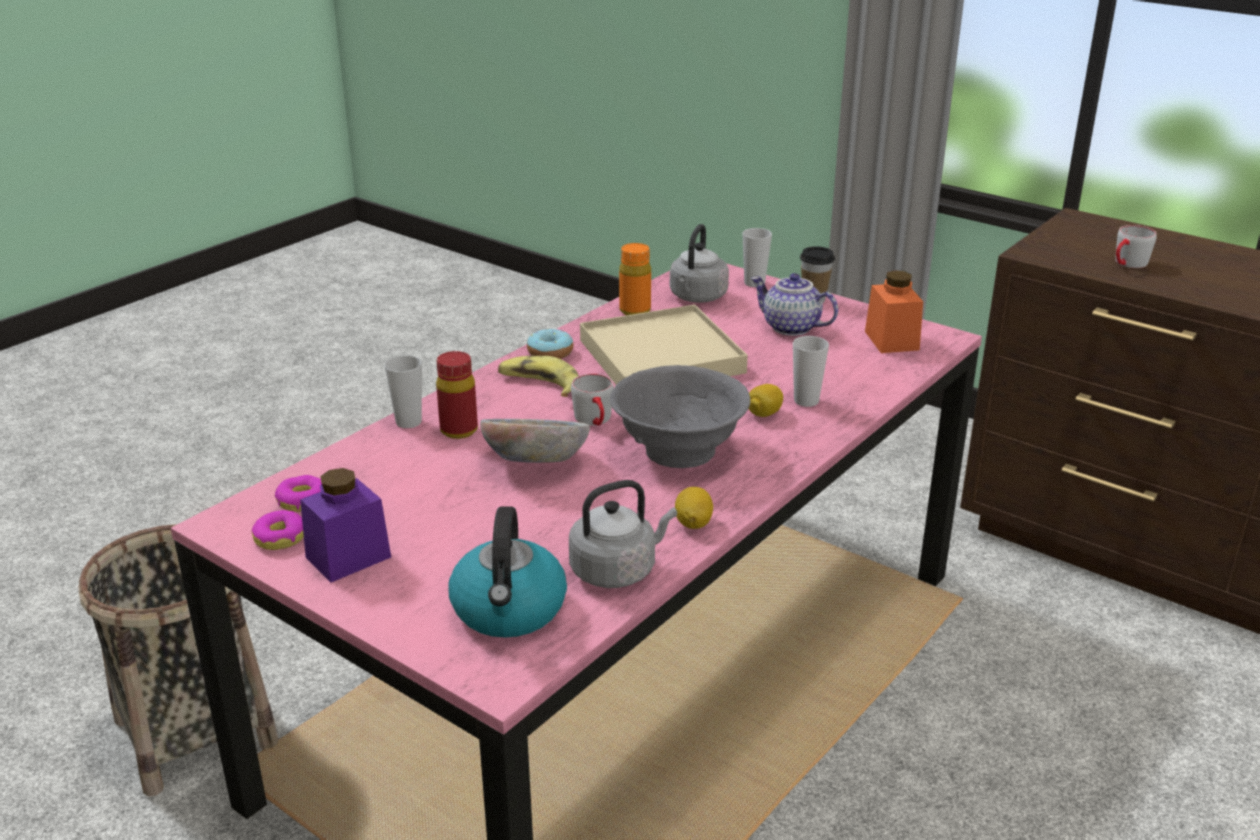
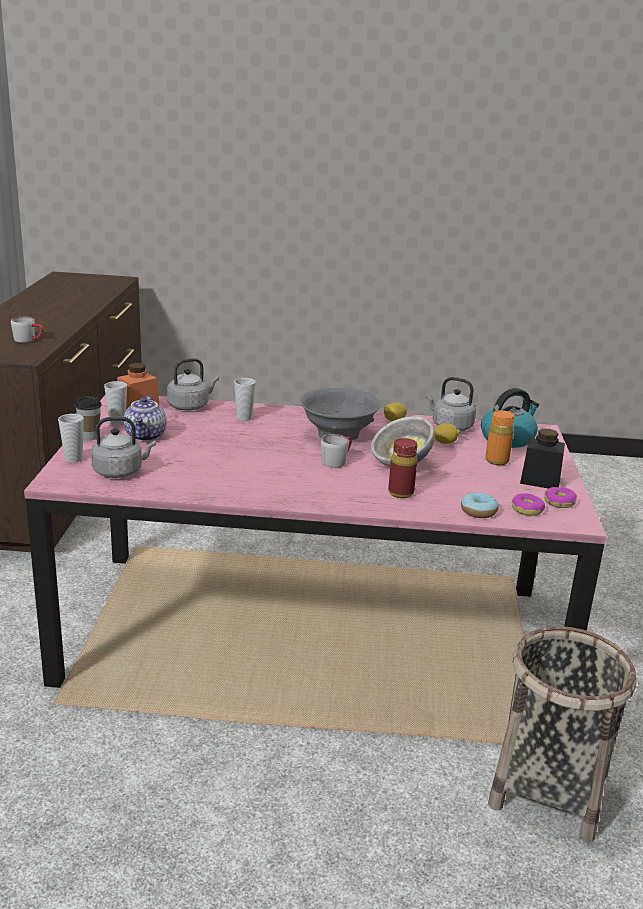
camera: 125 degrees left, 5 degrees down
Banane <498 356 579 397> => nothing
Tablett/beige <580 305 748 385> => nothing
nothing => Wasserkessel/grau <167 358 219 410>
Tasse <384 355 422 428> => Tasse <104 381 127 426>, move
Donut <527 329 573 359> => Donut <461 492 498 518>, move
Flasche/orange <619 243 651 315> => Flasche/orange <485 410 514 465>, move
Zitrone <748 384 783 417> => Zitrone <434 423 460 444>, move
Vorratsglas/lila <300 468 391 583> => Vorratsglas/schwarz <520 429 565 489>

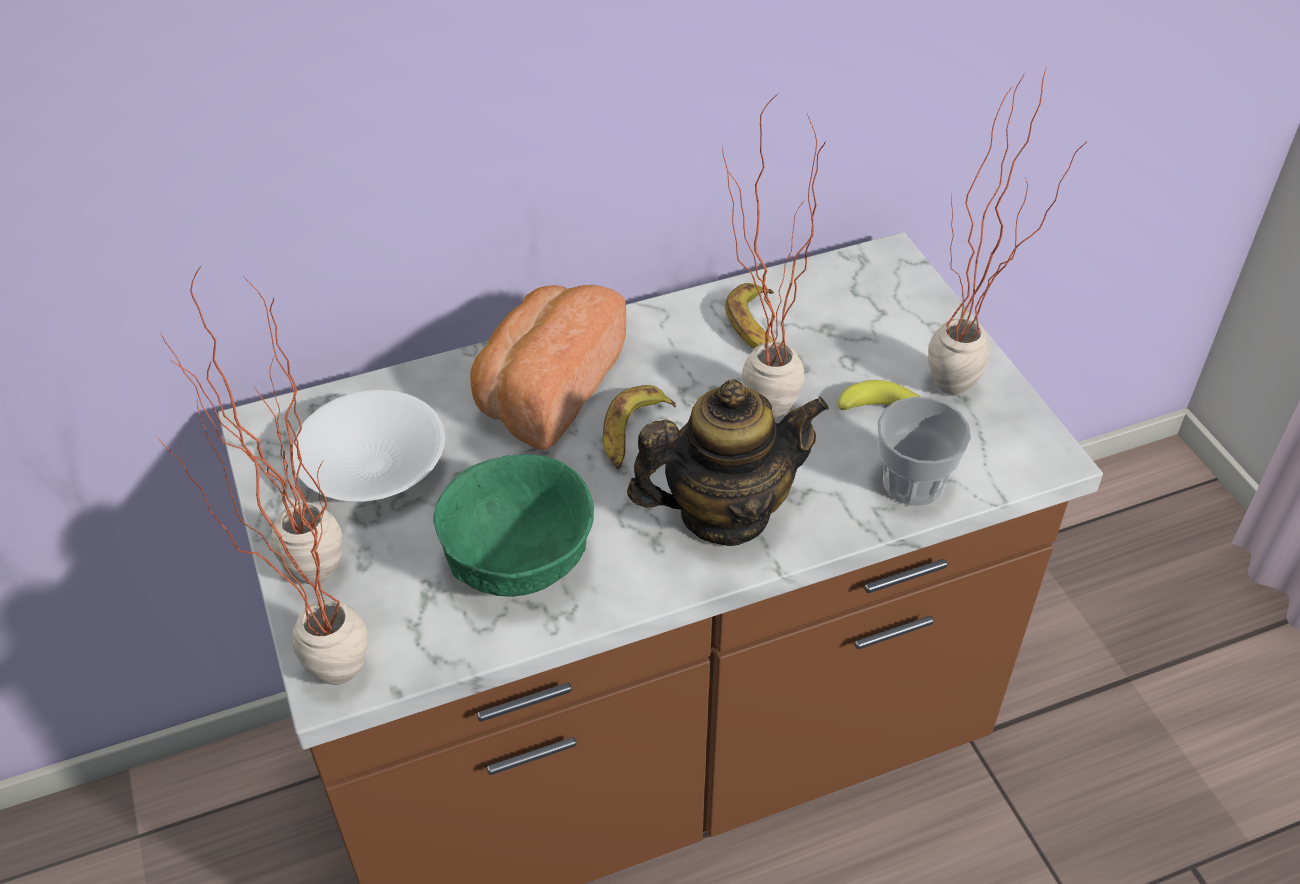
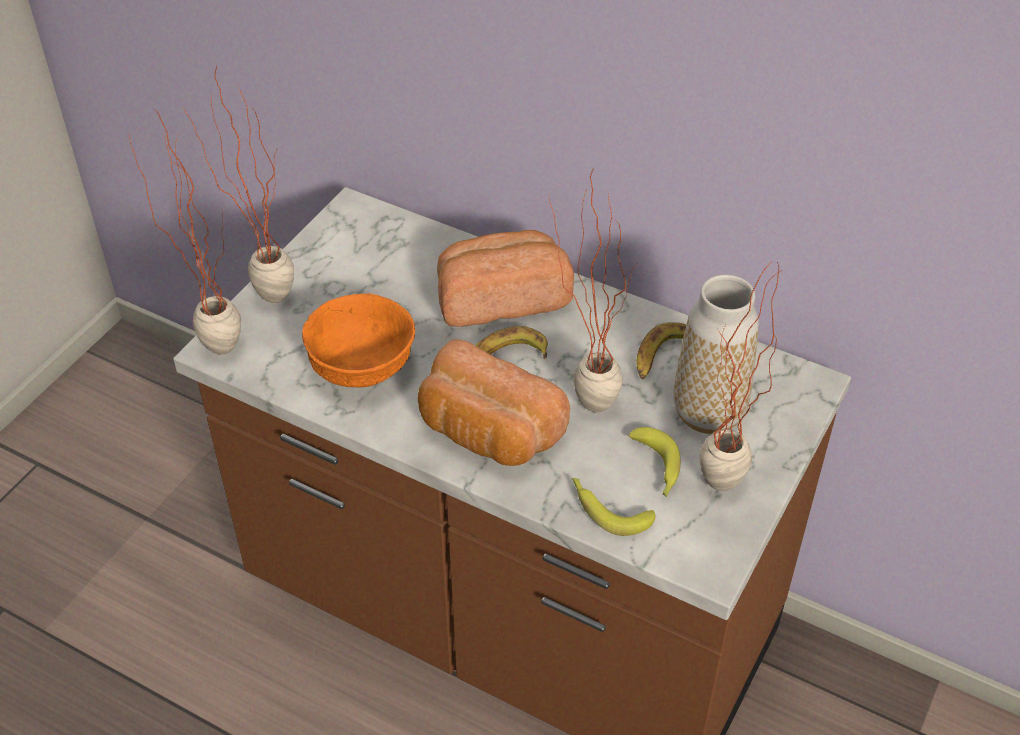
camera: 50 degrees right, 0 degrees up
Schüssel/weiß <293 390 445 502> => nothing
nothing => Vase <673 274 759 434>
Teekanne <627 379 829 546> => Brot <418 339 570 466>
Tasse <878 397 971 506> => Banane <572 478 656 536>
Schüssel/grün <433 454 594 597> => Schüssel/orange <302 293 415 387>

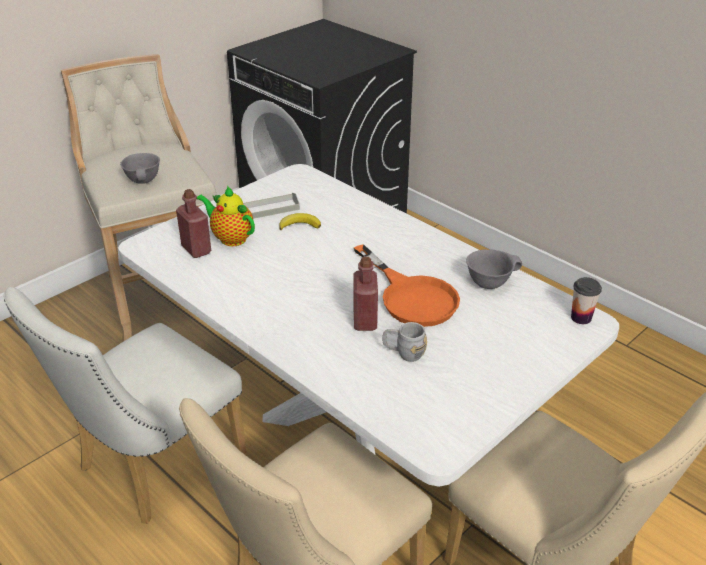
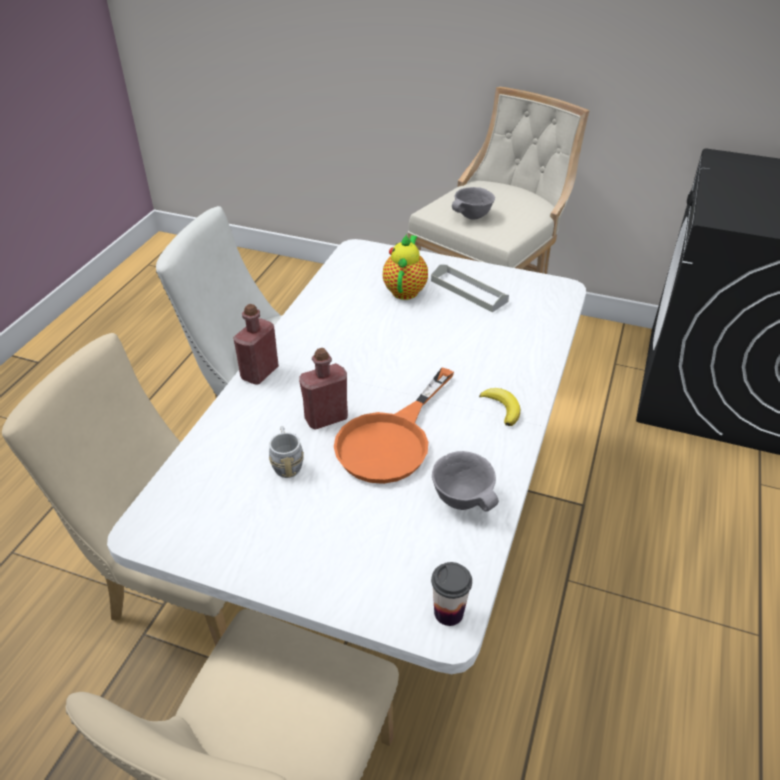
camera: 65 degrees right, 5 degrees up
Flasche/rot <176 189 211 258> => Flasche/rot <233 304 279 385>, move
Banane <279 213 321 230> => Banane <479 388 520 426>, move

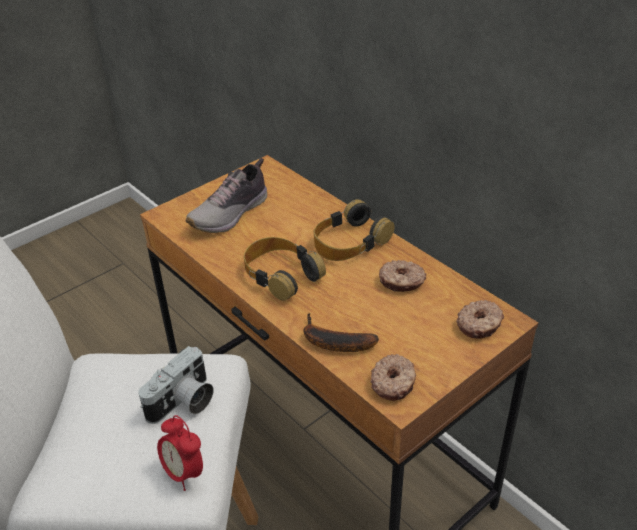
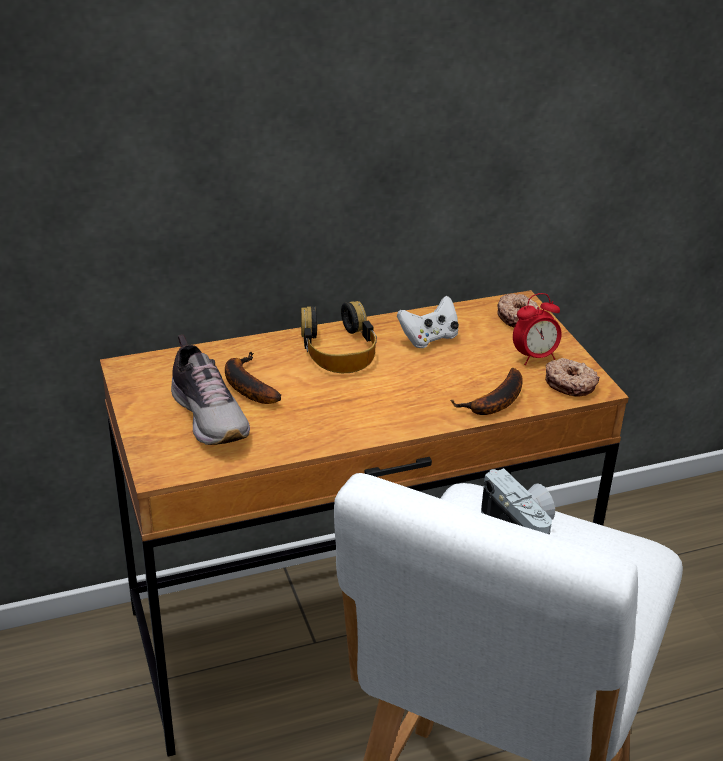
camera: 70 degrees left, 5 degrees down
Kopfhörer <244 237 326 301> => nothing
nothing => Banane <225 352 281 404>
Wecker <157 415 203 491> => Wecker <513 293 562 365>, move
Donut <379 260 426 292> => Gamepad/weiß <397 295 459 348>

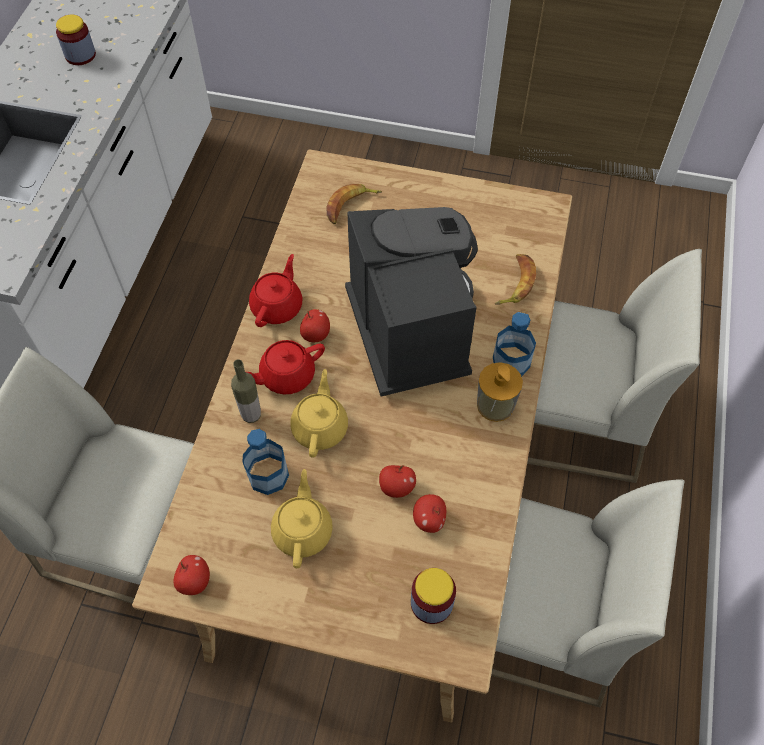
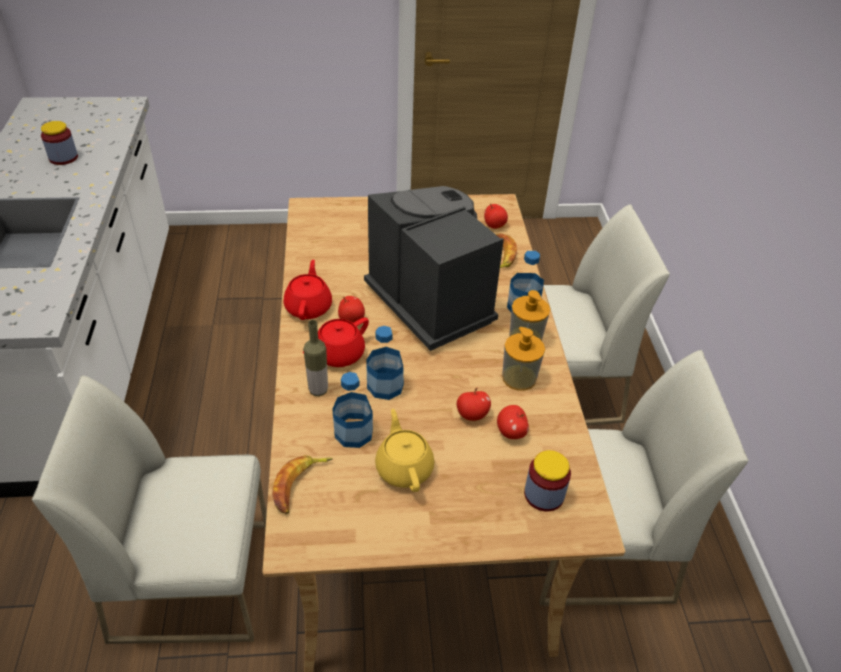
camera: 20 degrees left, 15 degrees down
nothing => Seifenspender <502 327 545 391>
Apfel <173 555 210 595> => Apfel <484 203 508 229>, move
Banane <327 184 382 224> => Banane <272 455 333 514>, move
Teekanne/gelb <290 369 348 458> => Flasche <366 326 404 400>

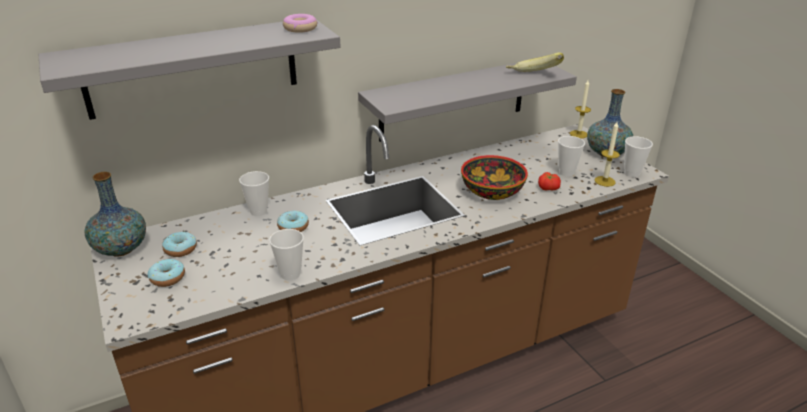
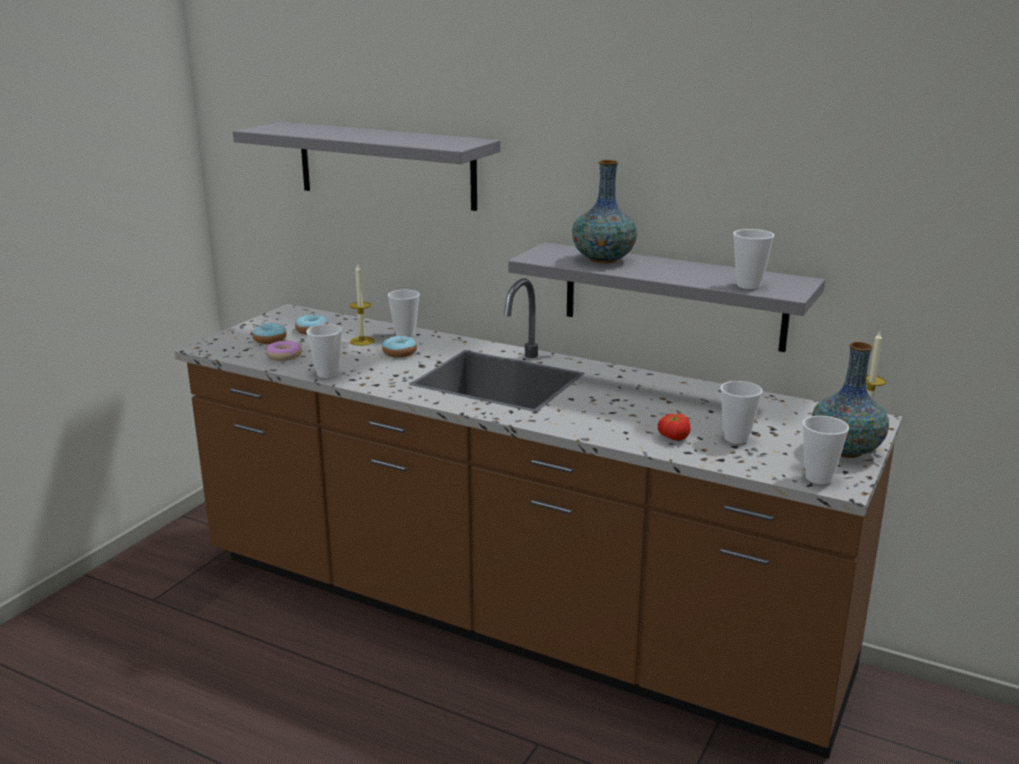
camera: 55 degrees right, 10 degrees down
Schüssel <461 155 528 200> => nothing
Vase <84 172 146 256> => Vase <572 160 637 263>, move
Donut <283 14 318 33> => Donut <266 341 302 361>, move
Kerze <595 122 620 187> => Kerze <350 265 375 346>, move
Banane <506 52 564 72> => Tasse <733 229 774 289>

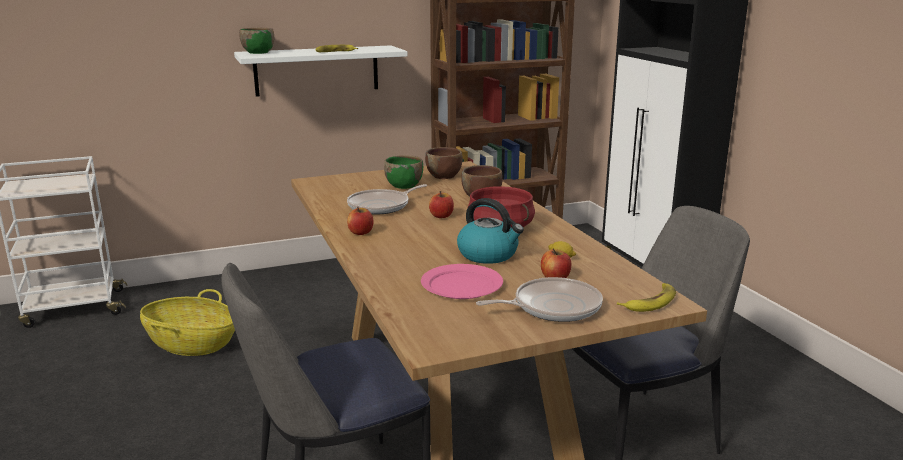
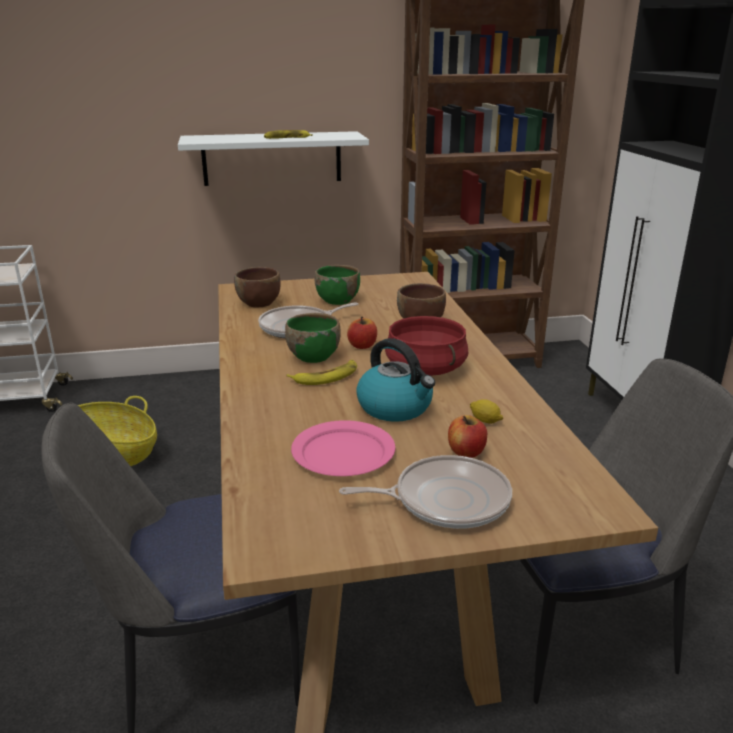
camera: 10 degrees right, 5 degrees up
Apfel <347 207 374 235> => nothing
Schüssel/grün <239 28 274 54> => Schüssel/grün <285 313 341 363>, move
Schüssel/braun <425 147 463 179> => Schüssel/braun <234 267 281 307>, move
Banane <617 283 676 312> => Banane <286 360 357 385>, move

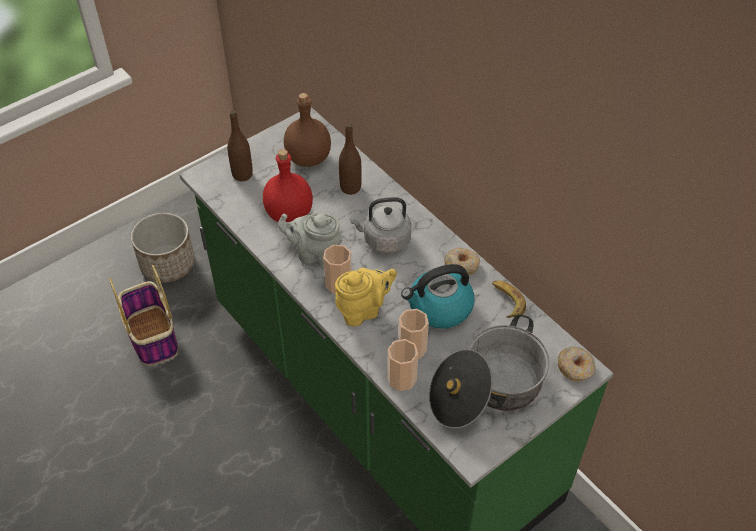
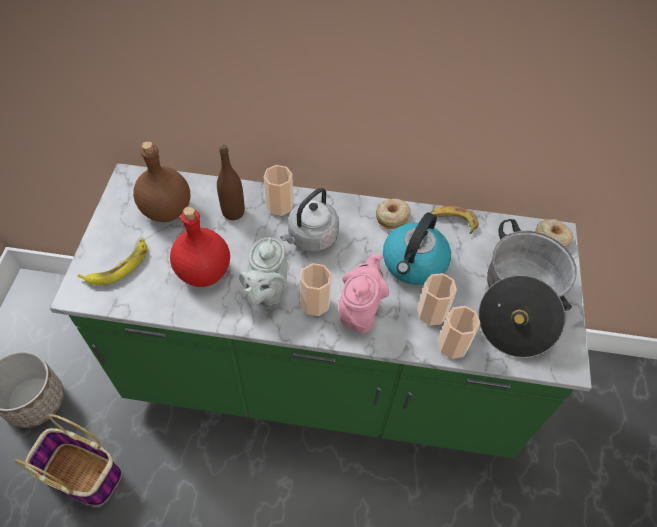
camera: 45 degrees left, 5 degrees up
nothing => Tasse <264 165 293 216>
Flasche/braun <227 110 253 181> => Banane <77 238 147 285>
Teekanne/gelb <335 268 397 326> => Teekanne/rosa <339 254 389 334>
Teekanne/grau <278 213 342 267> => Teekanne/grau <239 237 288 308>, 45 degrees counterclockwise

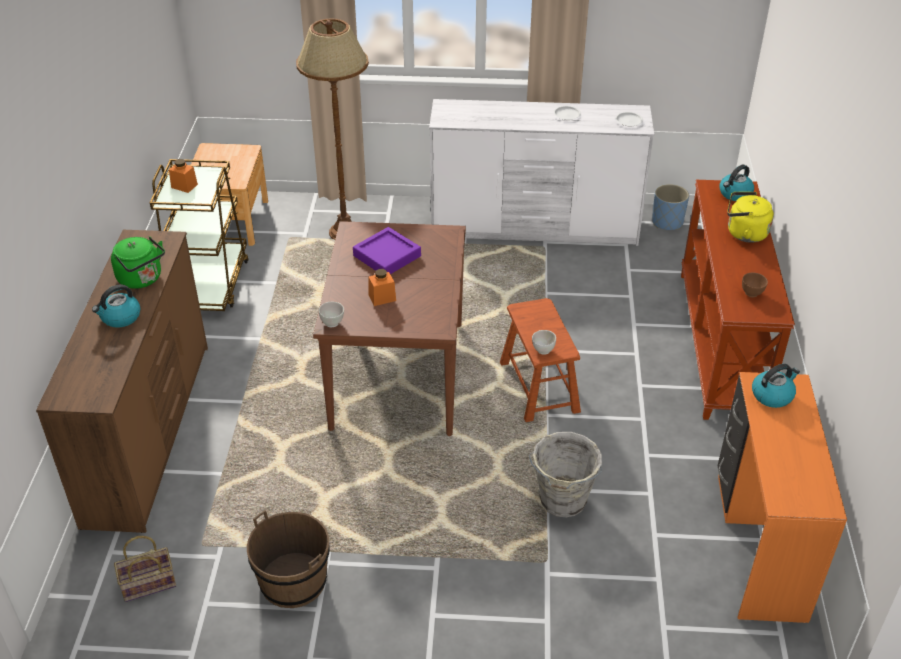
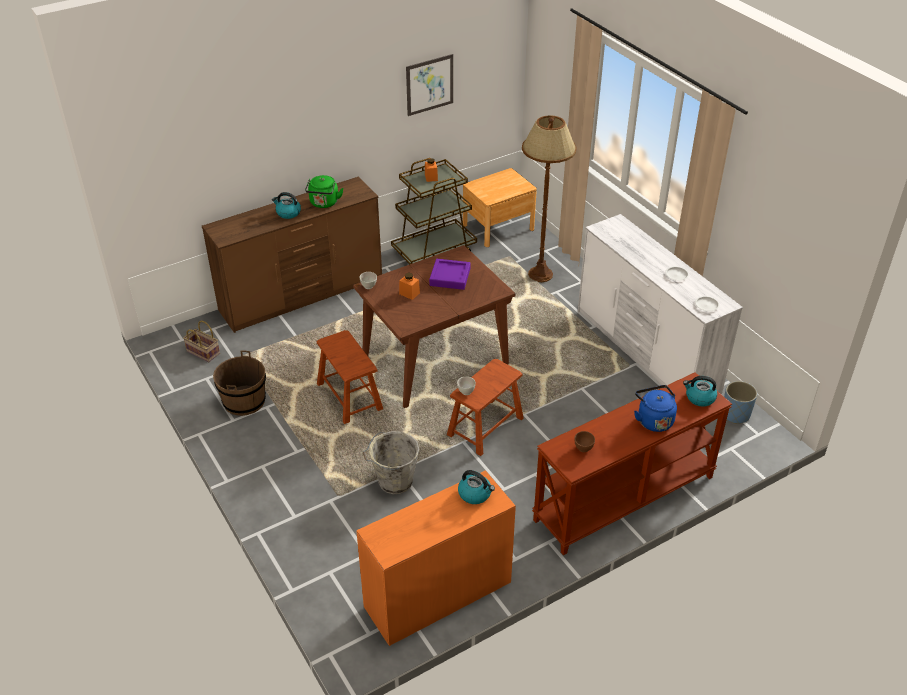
camera: 55 degrees right, 0 degrees up
nothing => Hocker/braun <317 330 383 424>
nothing => Bild <406 54 453 116>
Wasserkessel/gelb <727 192 774 243> => Wasserkessel/blau <634 385 677 432>

